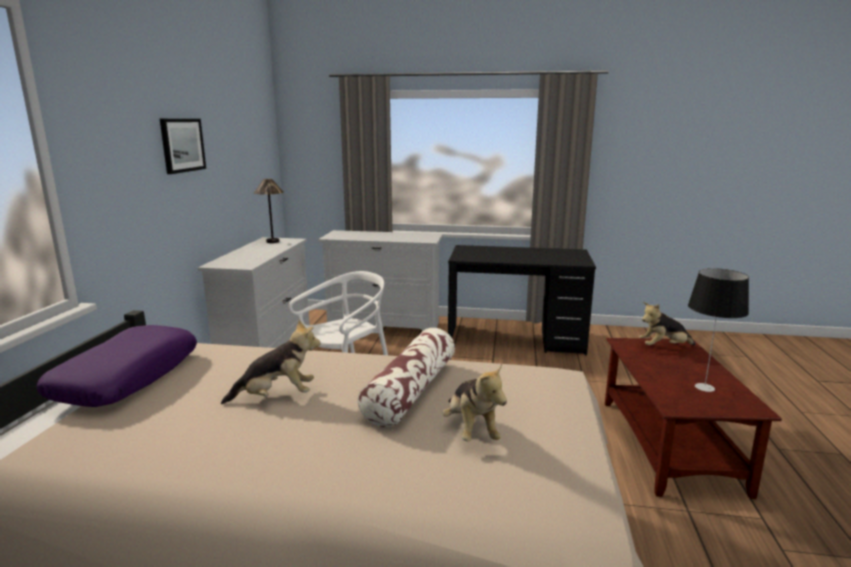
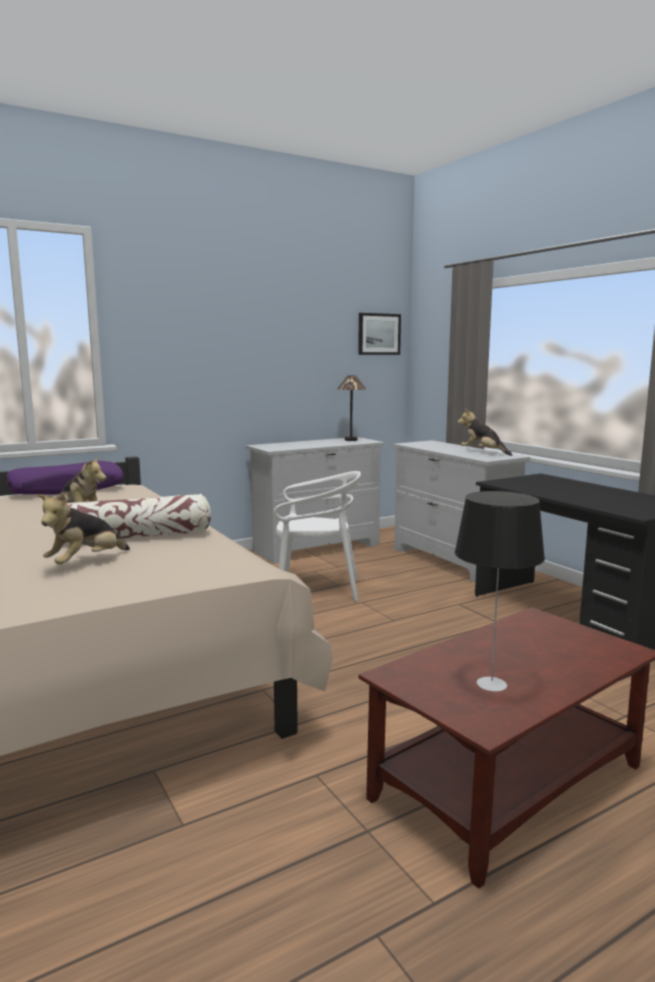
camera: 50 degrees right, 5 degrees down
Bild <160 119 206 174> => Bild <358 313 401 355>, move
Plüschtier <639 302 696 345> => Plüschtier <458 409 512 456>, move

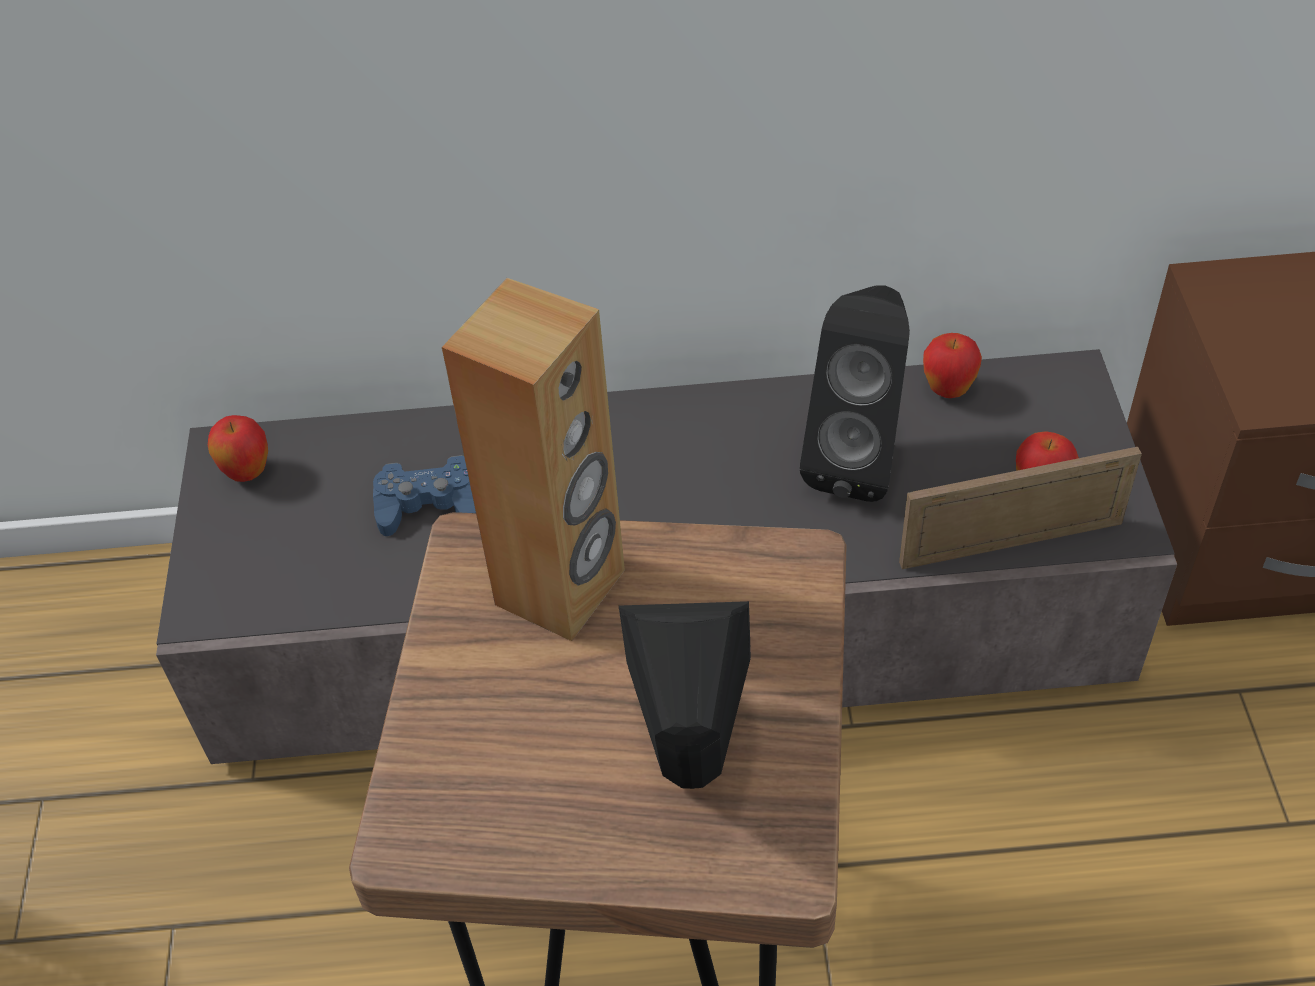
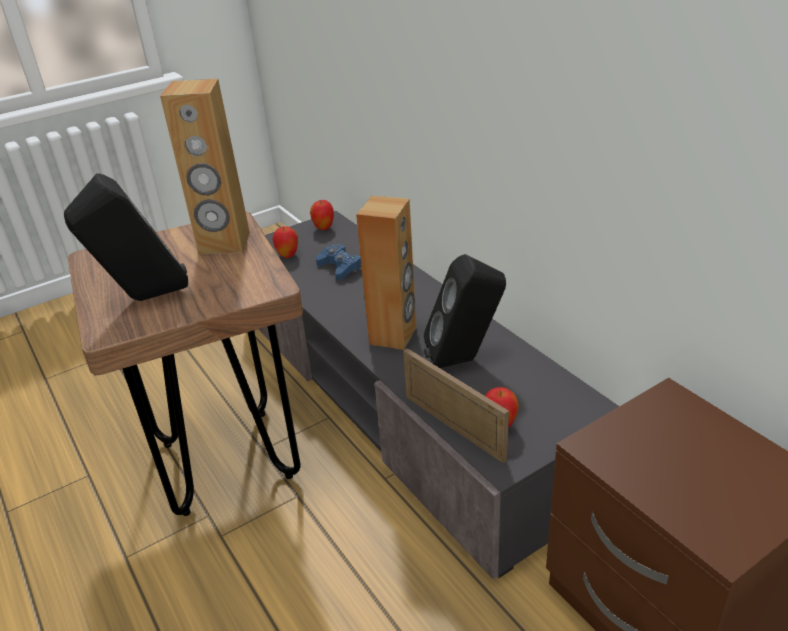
camera: 60 degrees right, 15 degrees down
nothing => Lautsprecher/braun <356 196 416 350>
Apfel <923 333 982 398> => Apfel <273 226 298 258>, move

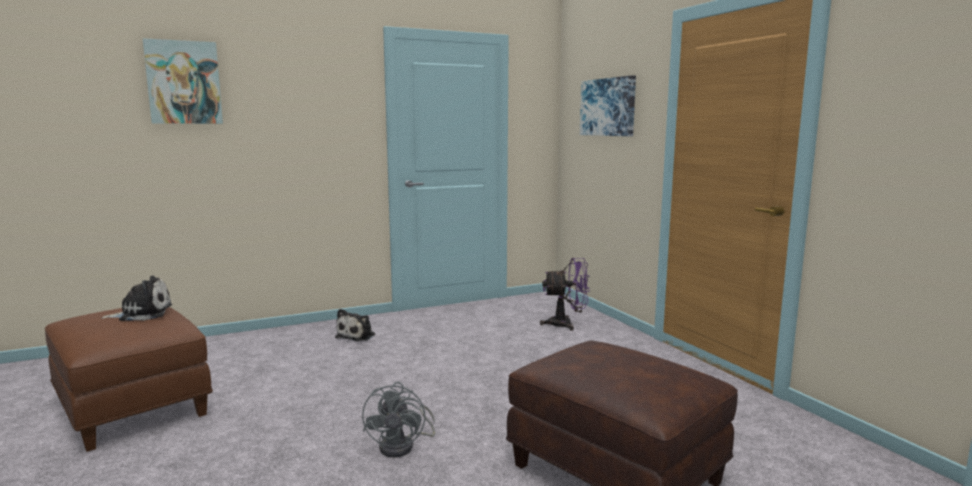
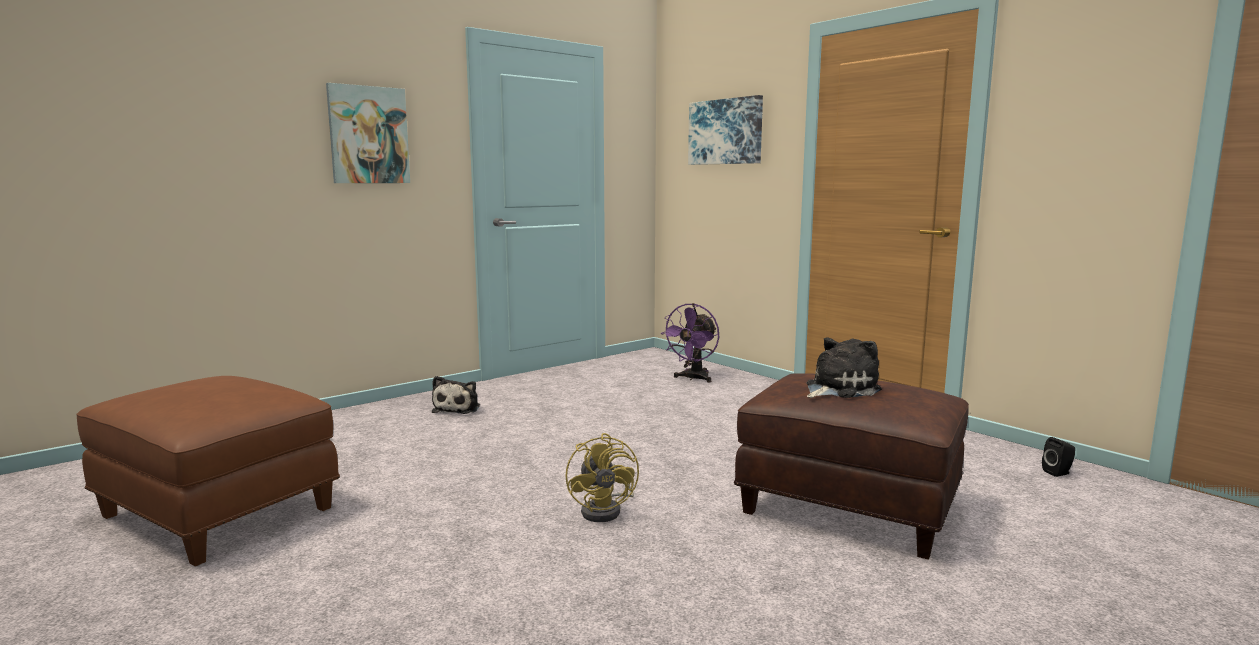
camera: 15 degrees left, 0 degrees up
nothing => Lautsprecher/schwarz <1042 437 1075 477>
Plüschtier <101 276 172 321> => Plüschtier <806 338 882 398>, move
Bild <143 38 223 124> => Bild <326 83 410 183>, move
Ventilator/grau <362 382 435 457> => Ventilator/gelb <565 433 639 522>
Ventilator/lila <540 258 590 331> => Ventilator/lila <660 303 719 383>, 135 degrees clockwise

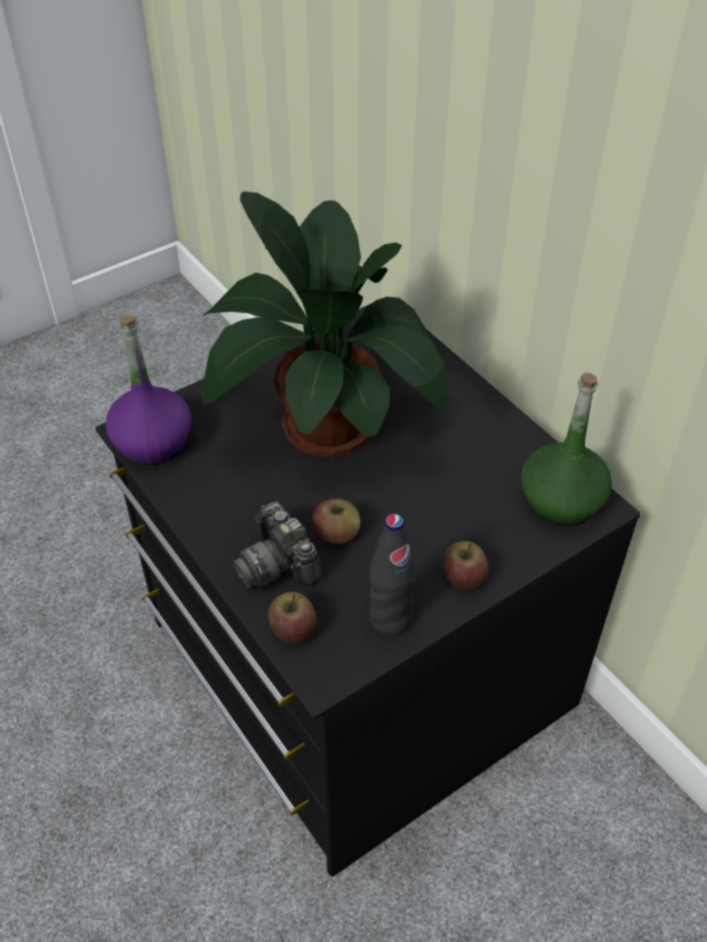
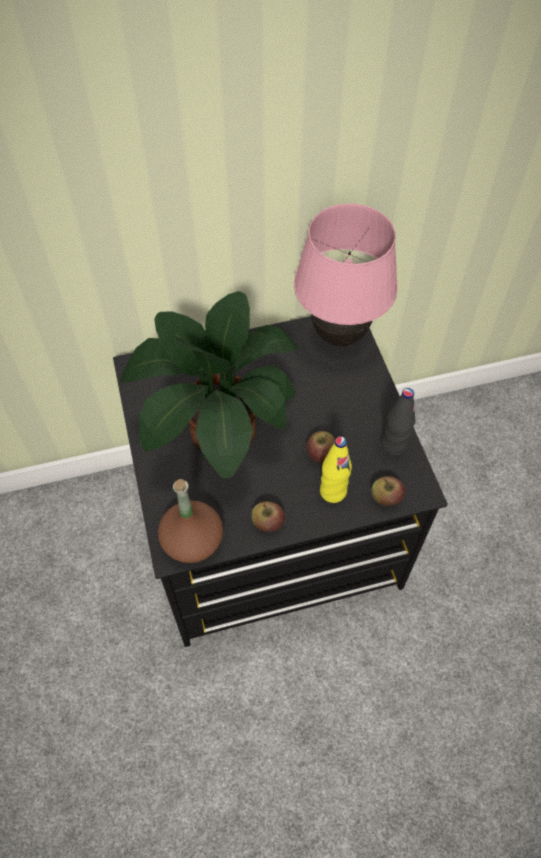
camera: 70 degrees left, 10 degrees up
Apfel <442 541 488 591> => Apfel <251 501 285 532>, move
Kamera <233 501 322 589> => Flasche/gelb <320 436 352 503>
Flasche/grün <521 373 612 526> => Tischlampe/rosa <294 204 398 347>
Flasche/lila <105 315 192 465> => Flasche/braun <158 479 223 563>

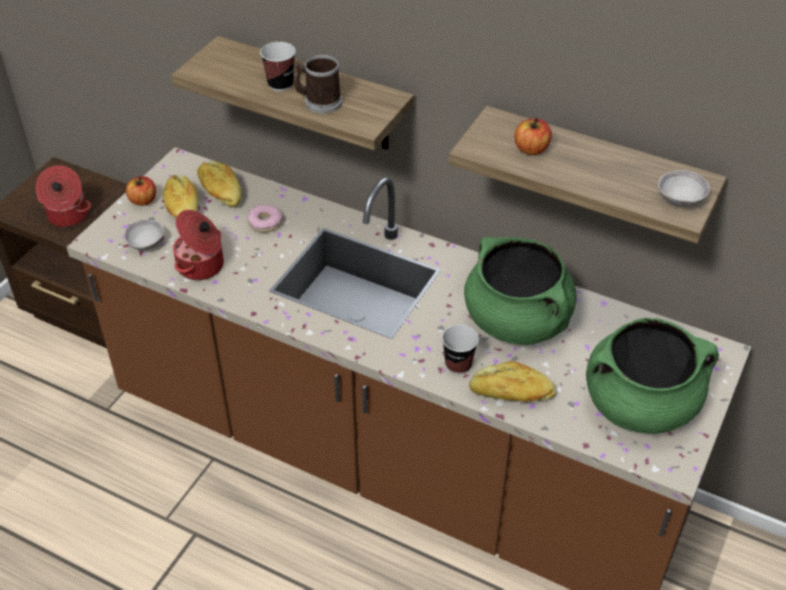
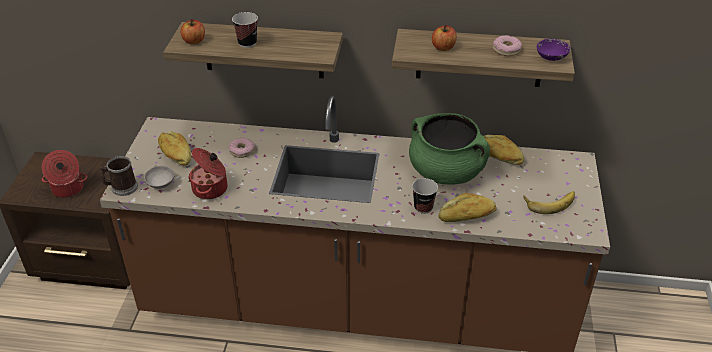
camera: 20 degrees left, 5 degrees down
nothing => Donut <493 35 522 56>
Apfel <126 176 156 206> => Apfel <181 19 205 44>, move
Brot <197 161 242 207> => Brot <483 135 524 165>, move
Henkelbecher <295 55 342 114> => Henkelbecher <100 156 138 196>, move
Kochtopf/grün <586 318 719 434> => Banane <523 191 575 214>
Schüssel/grau <658 170 710 207> => Schüssel/lila <537 39 570 61>

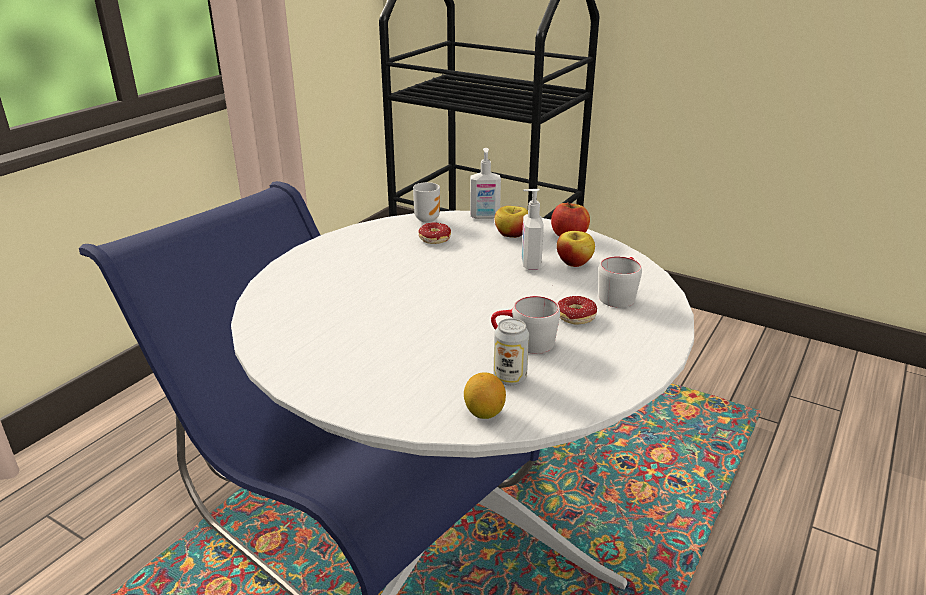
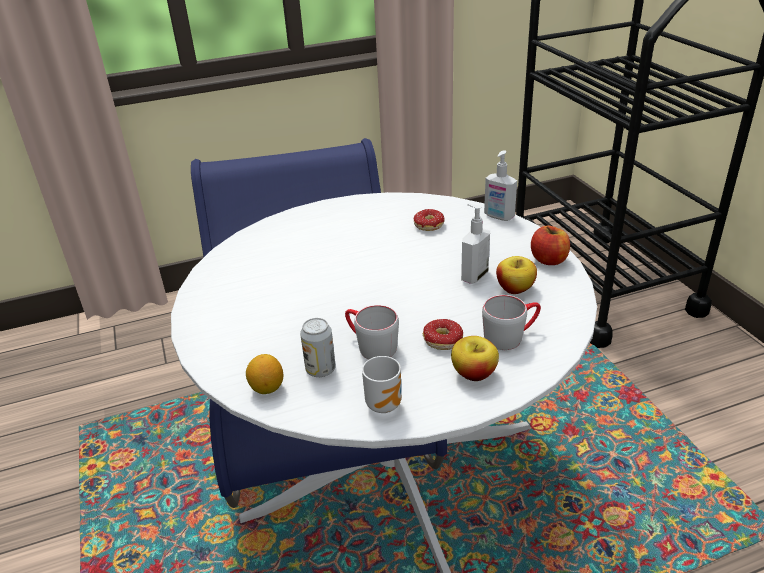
camera: 40 degrees right, 5 degrees up
Henkelbecher <413 182 440 223> => Henkelbecher <362 356 401 413>, move
Apfel <495 206 528 238> => Apfel <451 336 499 381>, move

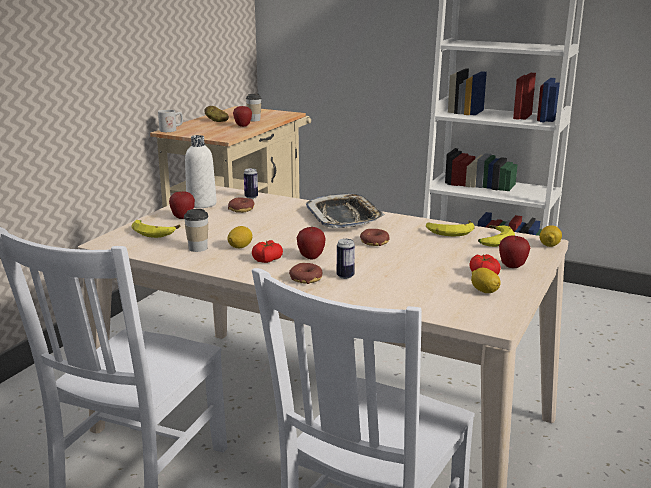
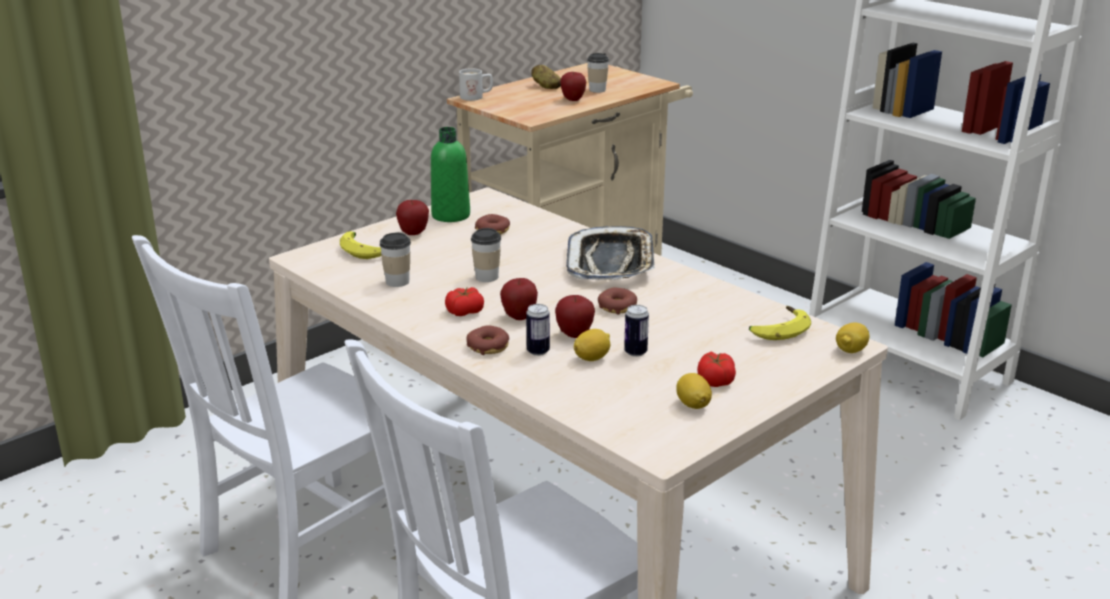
camera: 20 degrees right, 5 degrees up
Banane <426 220 475 237> => nothing
nothing => Tasse <471 228 501 282>
Zitrone <228 226 252 248> => Zitrone <574 329 611 361>, move
Dose <244 168 258 199> => Dose <624 305 649 357>, move
Apfel <499 235 530 268> => Apfel <555 295 595 338>, move
Flasche/weiß <185 135 217 208> => Flasche/grün <431 127 470 222>

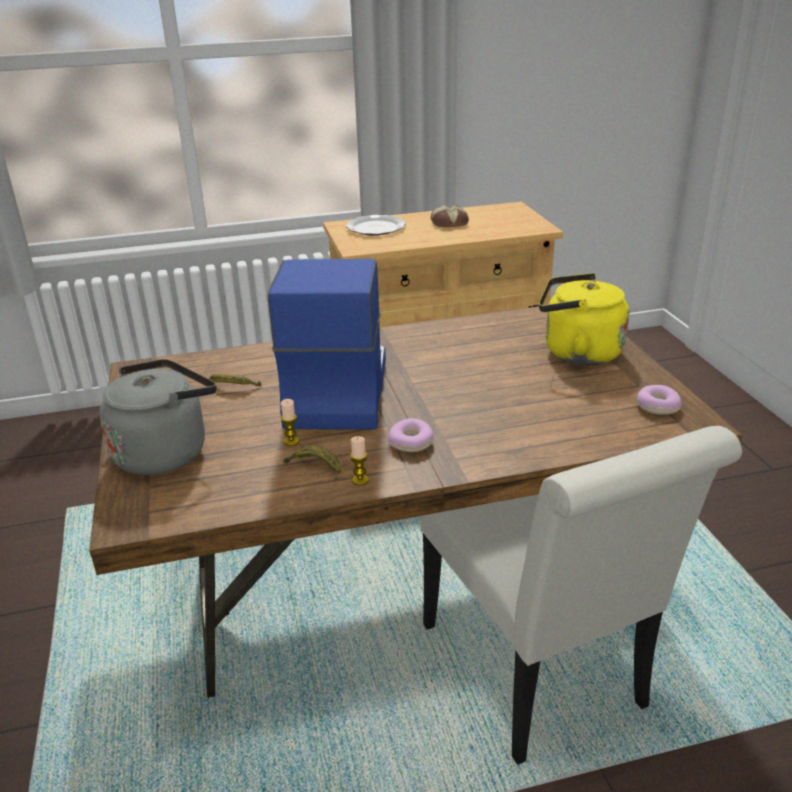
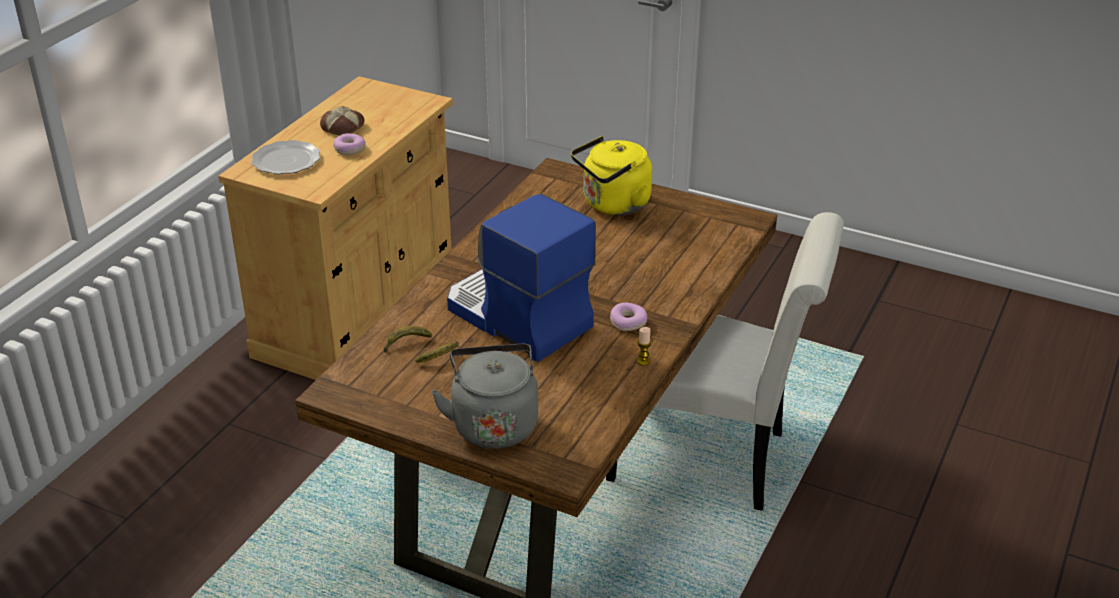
camera: 50 degrees left, 5 degrees up
Kerze <281 399 299 446> => nothing
Banane <284 445 341 473> => Banane <384 326 432 353>, move
Donut <637 385 682 415> => Donut <333 133 366 155>, move

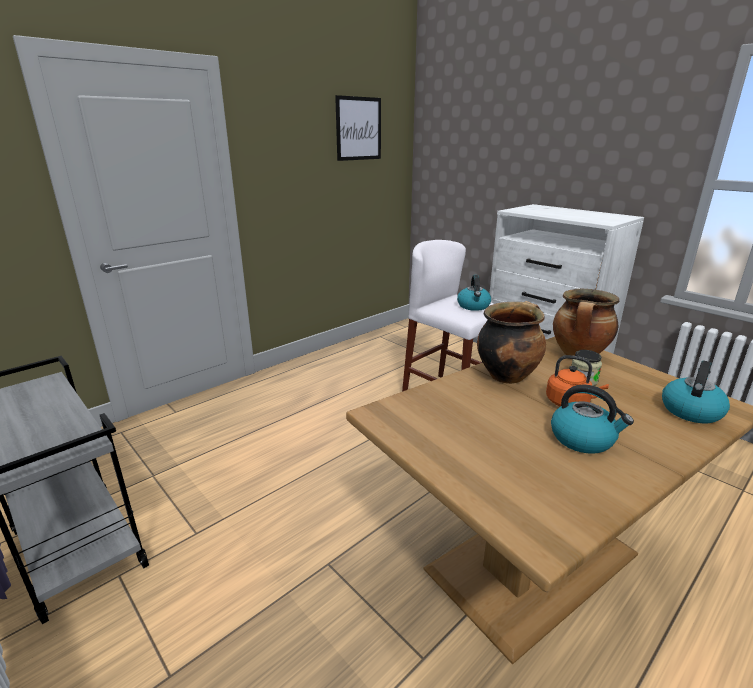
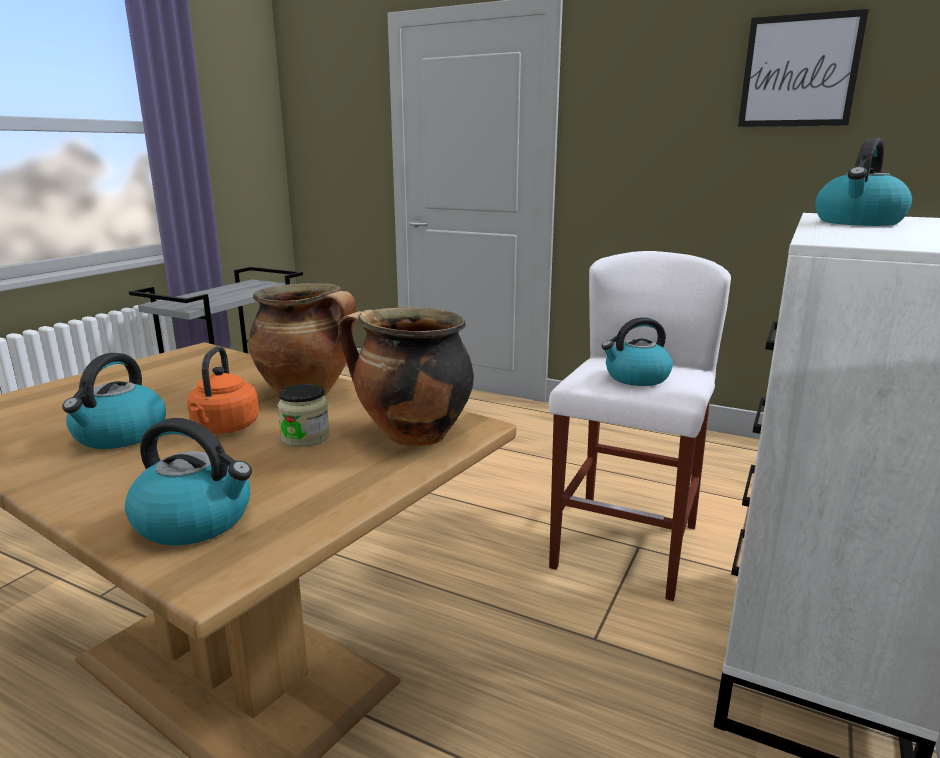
camera: 70 degrees right, 5 degrees down
nothing => Wasserkessel <815 138 912 226>

